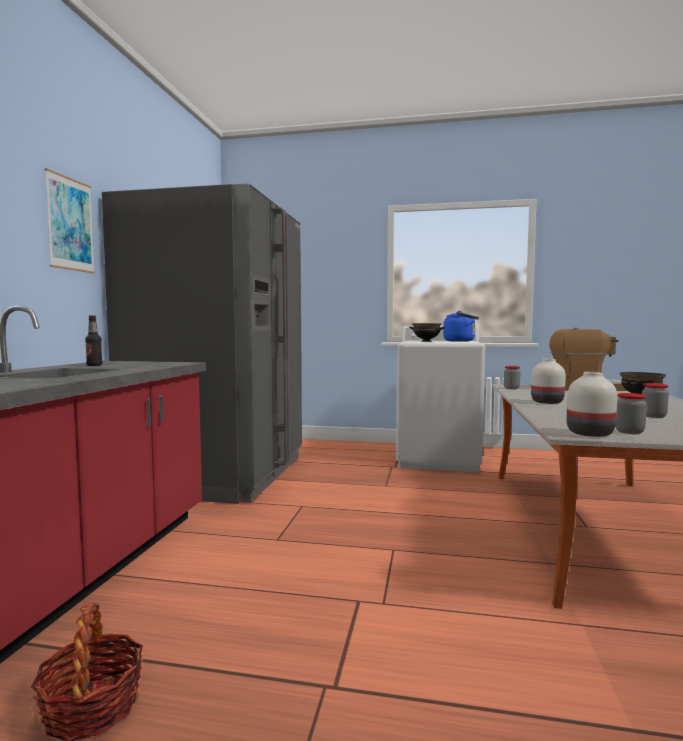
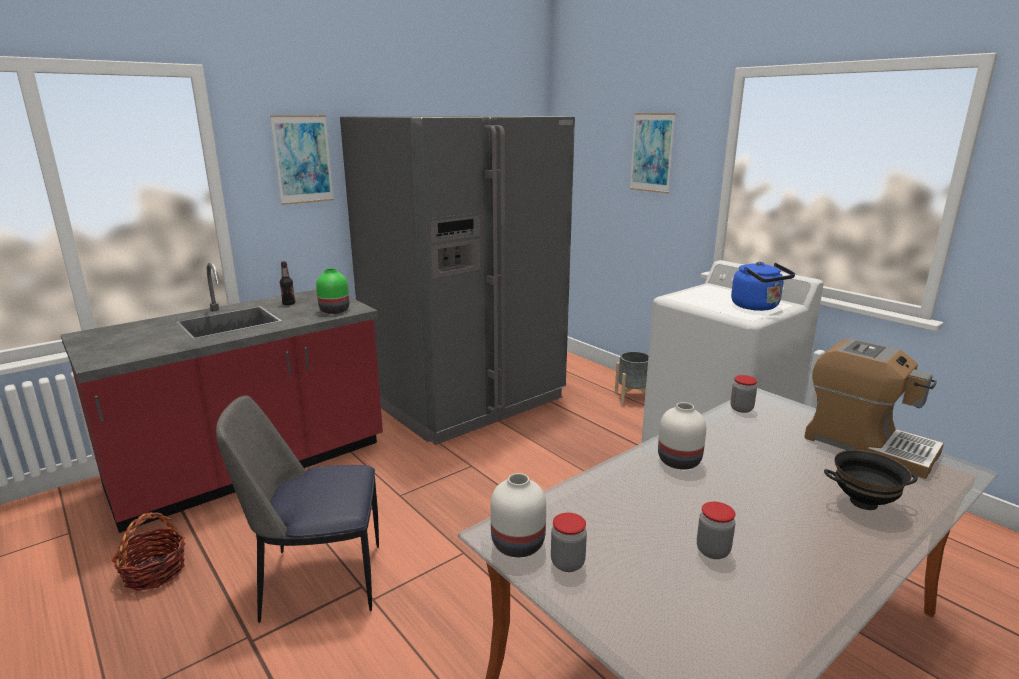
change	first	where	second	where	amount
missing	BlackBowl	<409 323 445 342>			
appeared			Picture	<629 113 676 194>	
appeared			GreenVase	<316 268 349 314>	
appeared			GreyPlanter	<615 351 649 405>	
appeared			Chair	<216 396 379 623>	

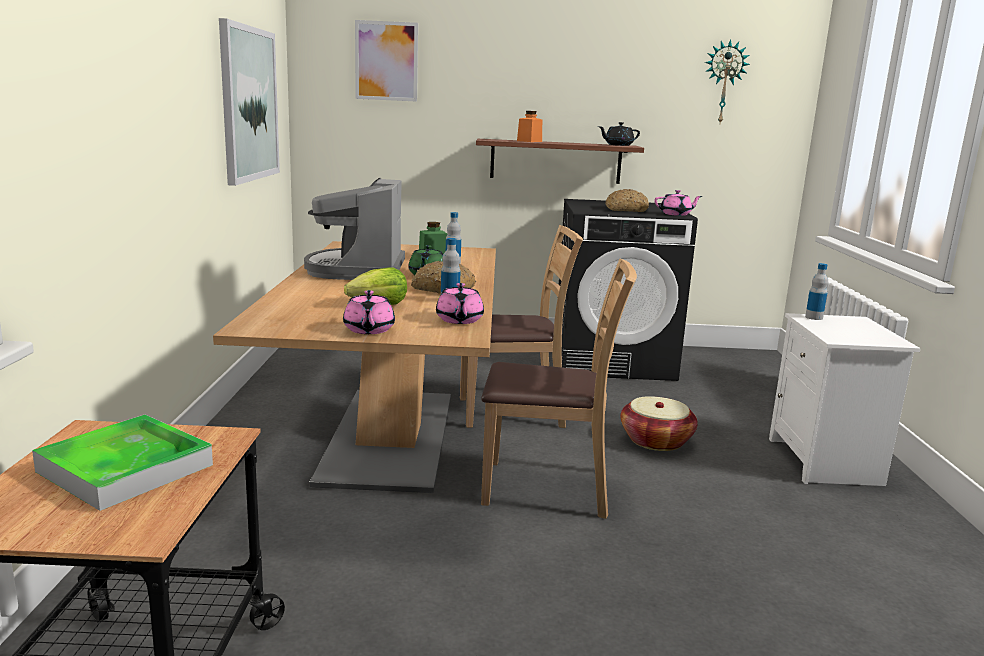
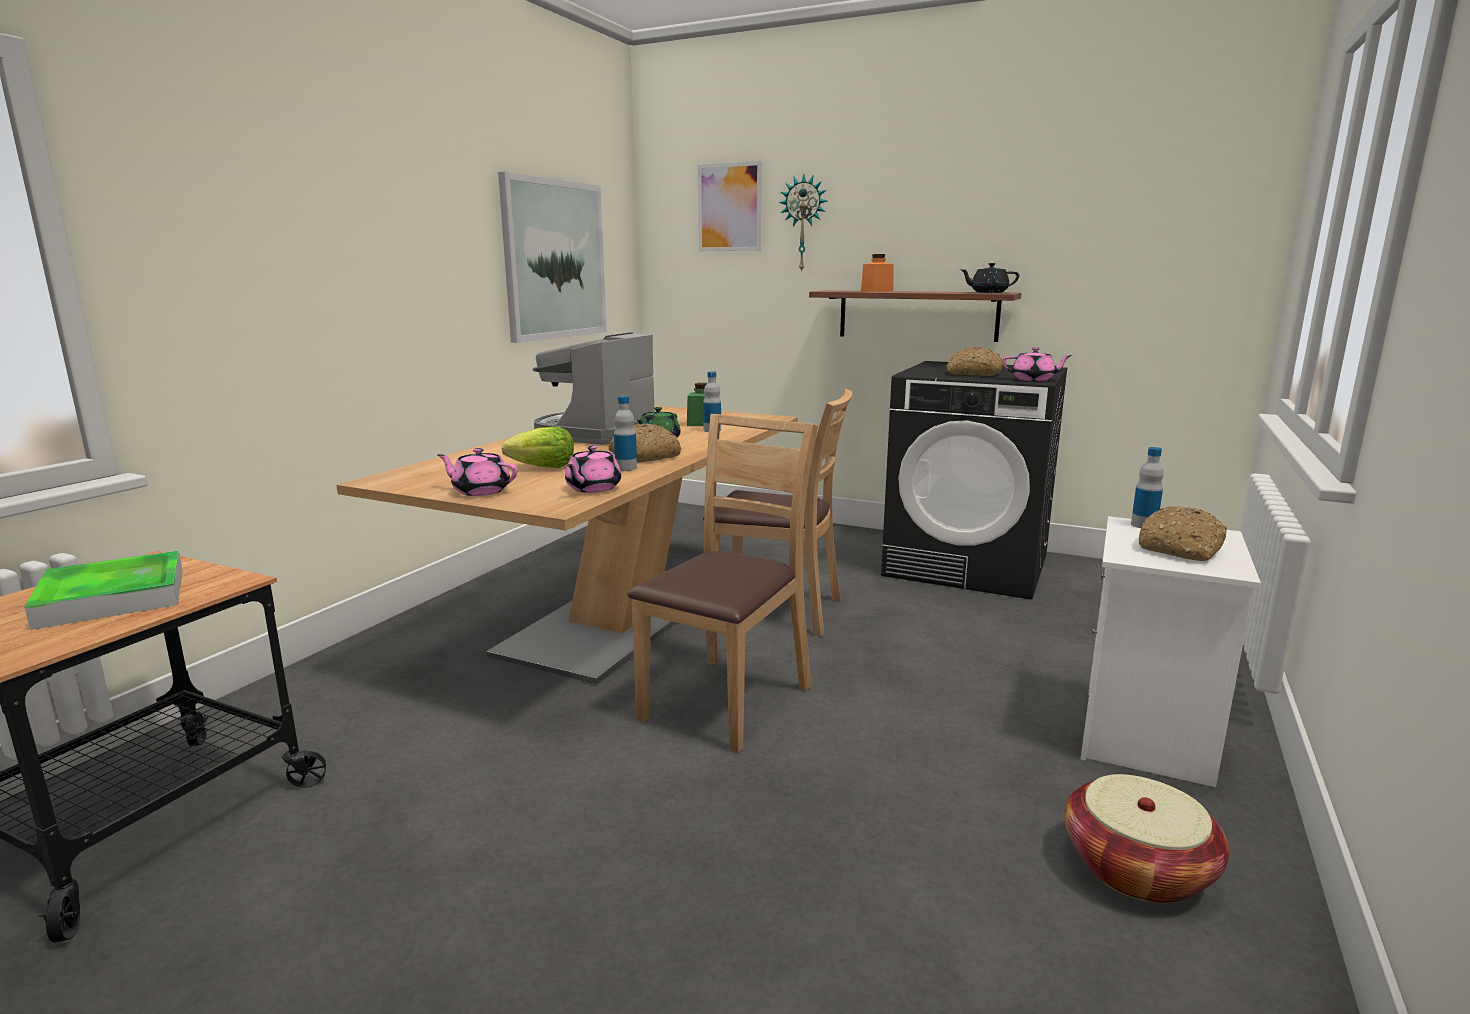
change	first	where	second	where	amount
relocated	WallClock	<705 39 750 123>		<779 174 827 273>	
spun	BrownChair	<481 259 637 519>		<628 414 818 754>	90 degrees counterclockwise
spun	PinkTeapot	<343 290 395 334>		<438 448 518 496>	90 degrees clockwise
relocated	Basket	<620 396 698 451>		<1064 774 1229 903>	
appeared			Bread	<1139 506 1227 561>	

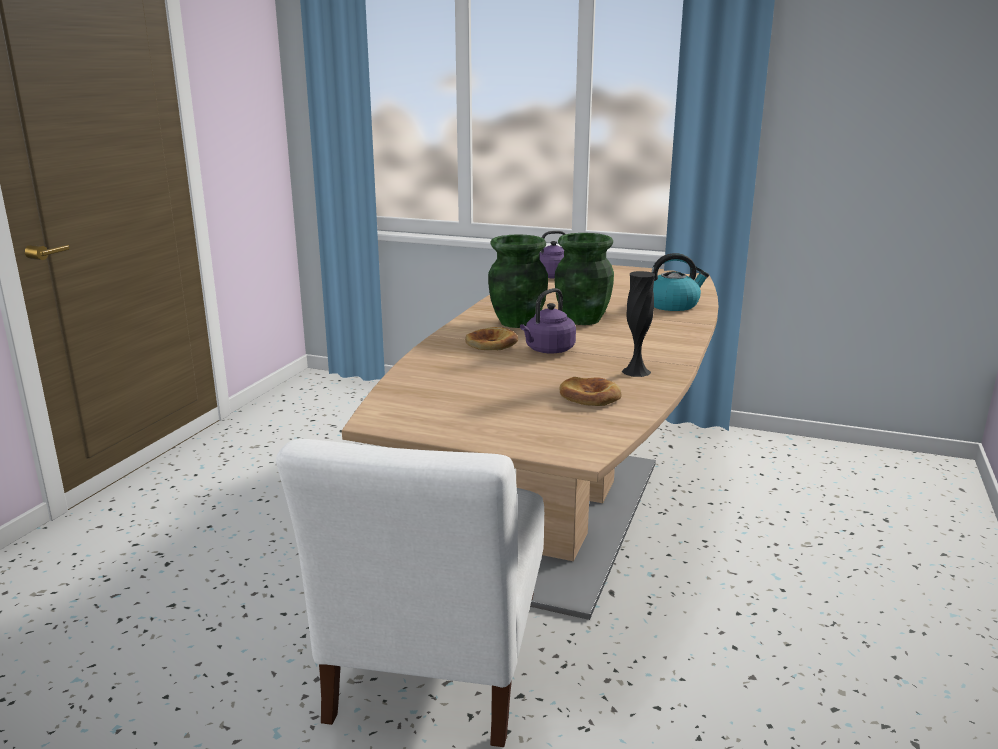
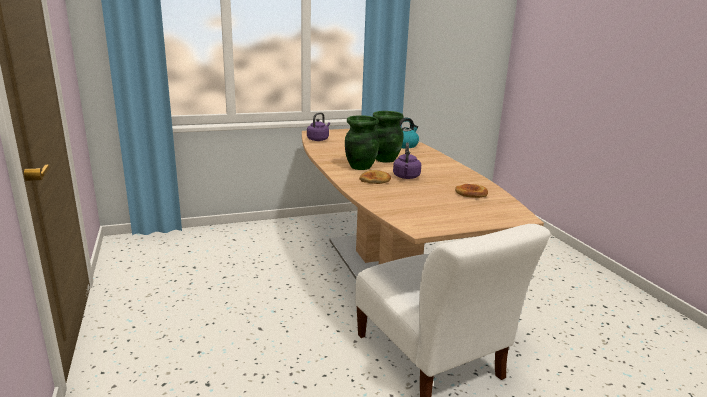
change	first	where	second	where	amount
missing	BlackVase	<622 271 655 377>			

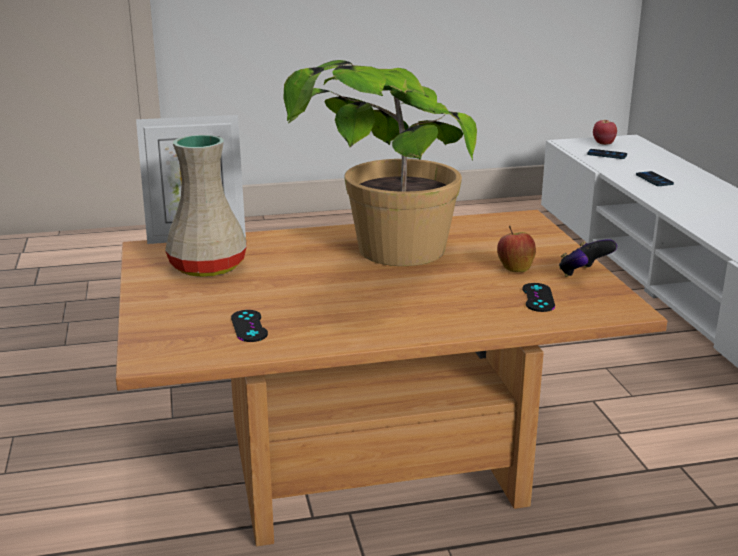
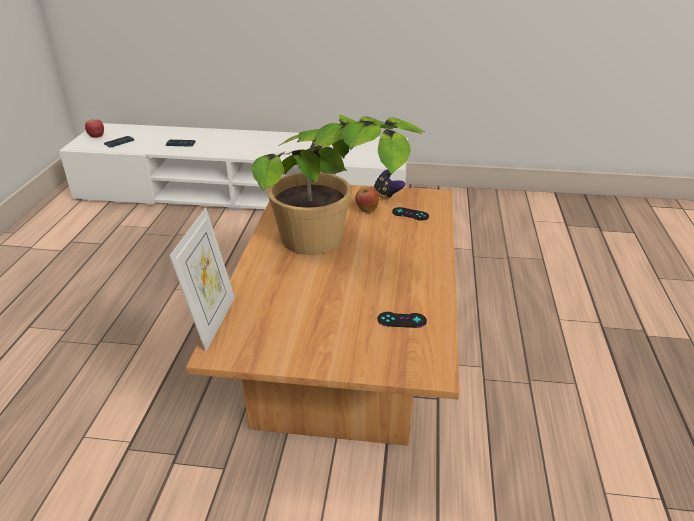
change	first	where	second	where	amount
missing	BeigeVase	<165 135 247 277>			

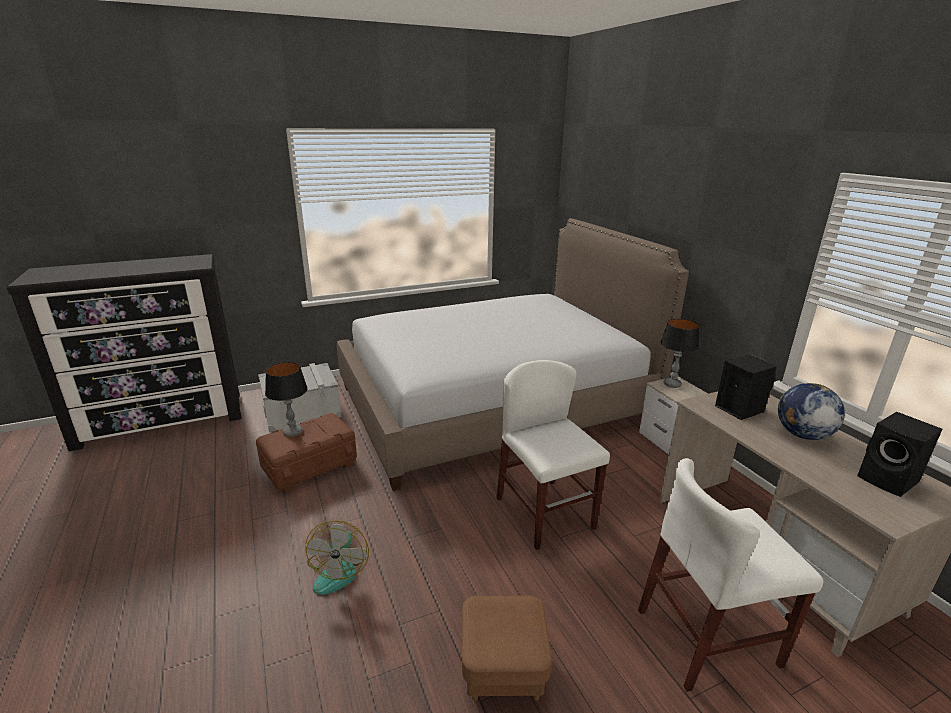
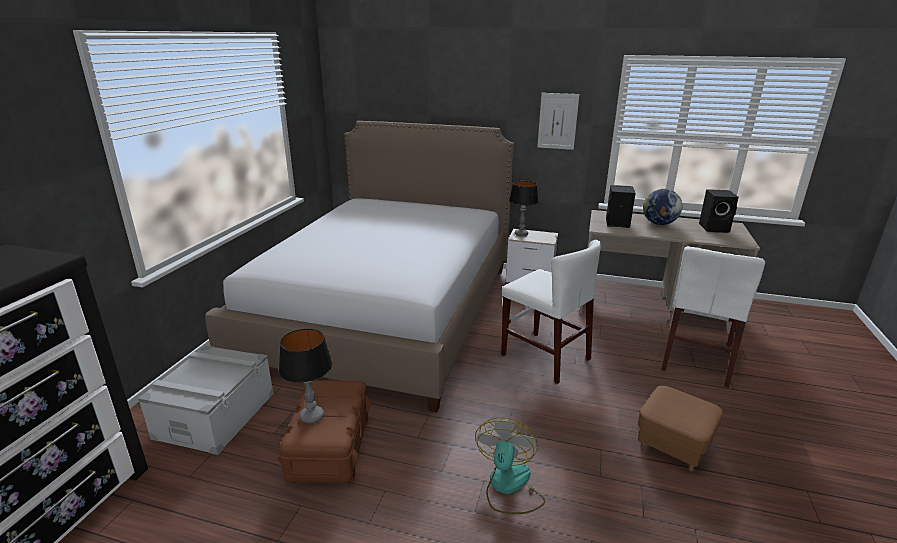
change	first	where	second	where	amount
spun	WhiteChair	<496 360 610 550>		<501 240 602 384>	150 degrees counterclockwise
spun	Fan	<305 521 369 595>		<475 417 545 514>	120 degrees counterclockwise
appeared			Picture	<537 93 579 150>	

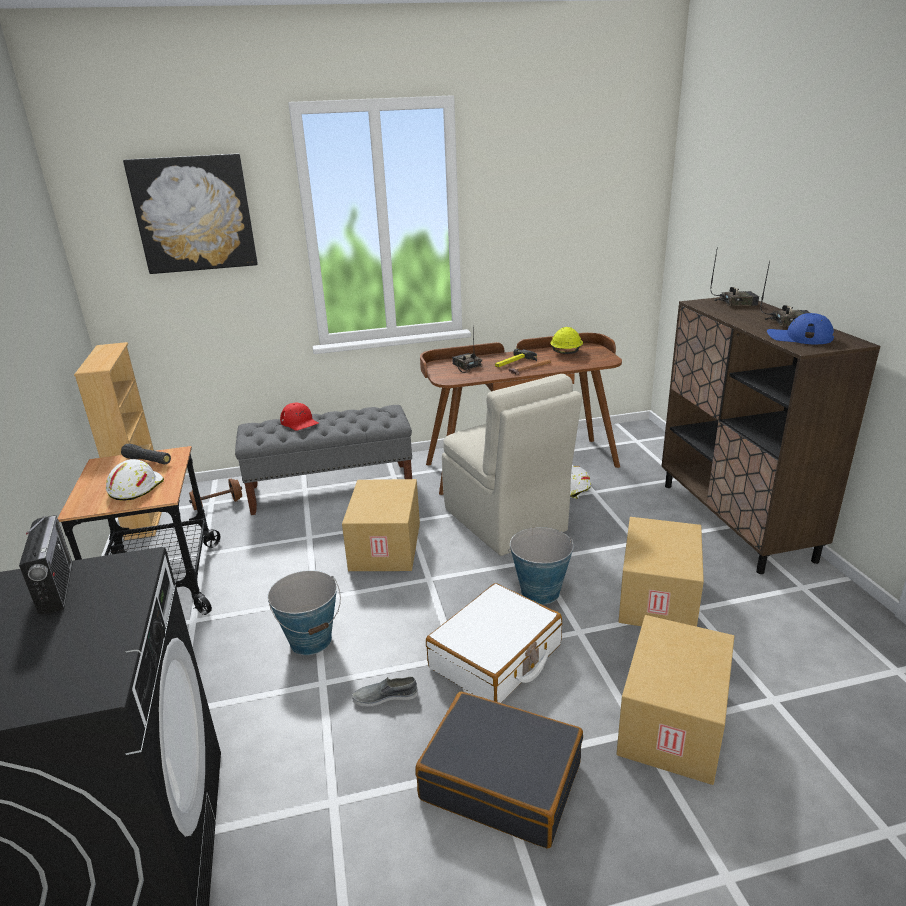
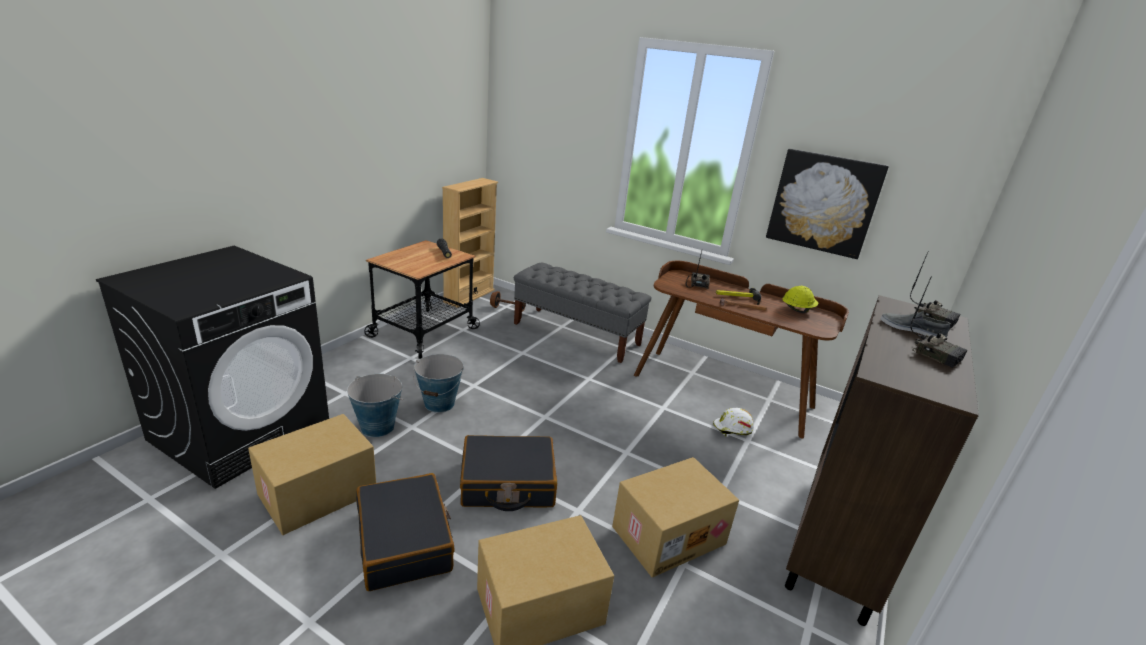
change	first	where	second	where	amount
relocated	Picture	<123 154 258 274>		<766 149 889 259>	
missing	BlueCap	<767 313 834 344>			
missing	BeigeChair	<442 374 582 556>			
missing	RedCap	<280 403 319 431>			
missing	WhiteHardHat	<106 459 164 501>			
relocated	CardboardBox	<342 479 420 571>		<248 414 376 535>	
missing	Radio	<19 515 73 614>			
relocated	Bucket	<508 527 574 605>		<347 374 404 437>	
colour	WhiteSuitcase	<426 583 562 703>	BlackSuitcase	<460 435 557 511>	
relocated	GreyShoe	<352 677 418 706>		<881 311 950 338>	

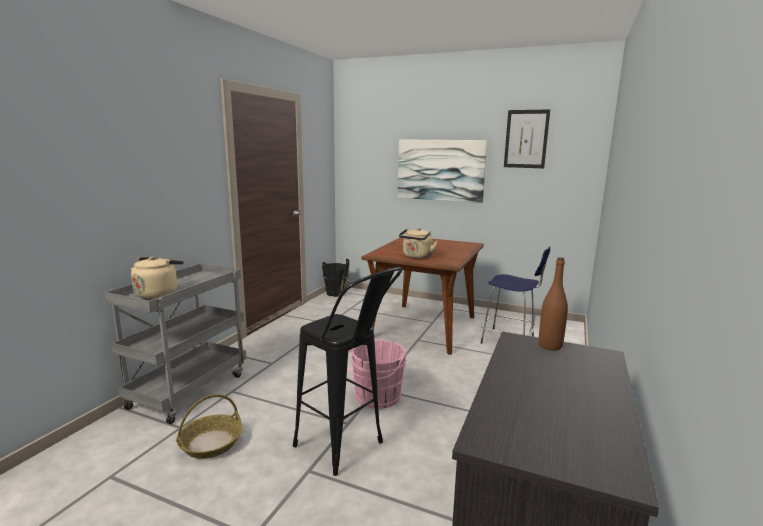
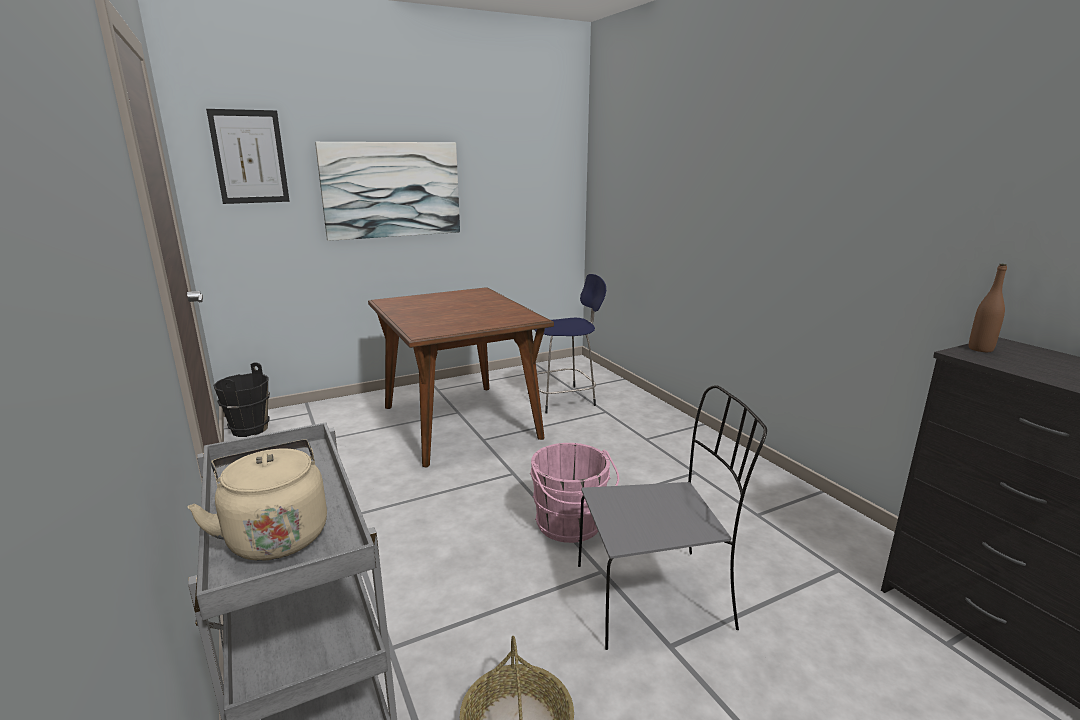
change	first	where	second	where	amount
relocated	Picture	<504 109 550 168>		<206 109 290 204>	
missing	BeigeKettle	<399 228 438 259>			
exchanged	BlackStool	<293 267 403 476>	GreyChair	<578 385 767 650>	

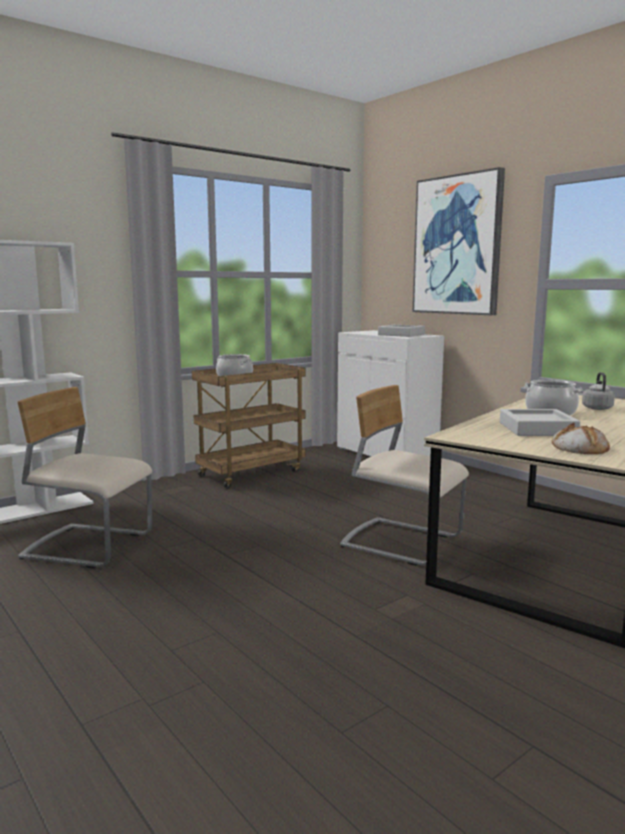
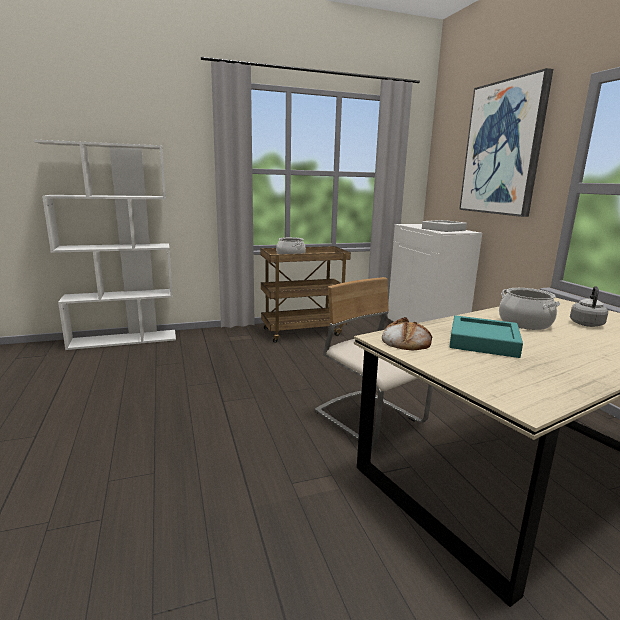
change	first	where	second	where	amount
missing	BeigeChair	<17 387 152 569>			
colour	GreyTray	<500 409 580 436>	TurquoiseTray	<449 315 523 358>	
relocated	Bread	<552 422 610 454>		<382 317 432 351>	

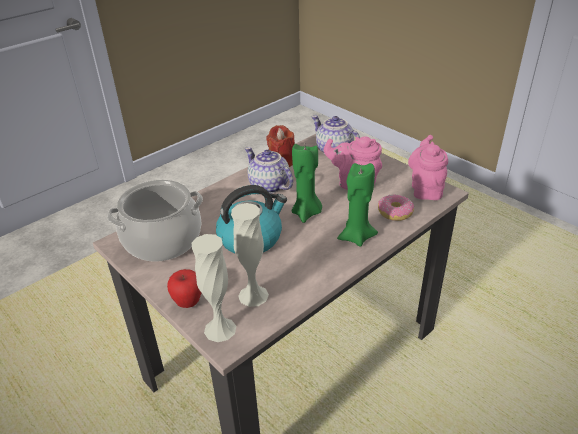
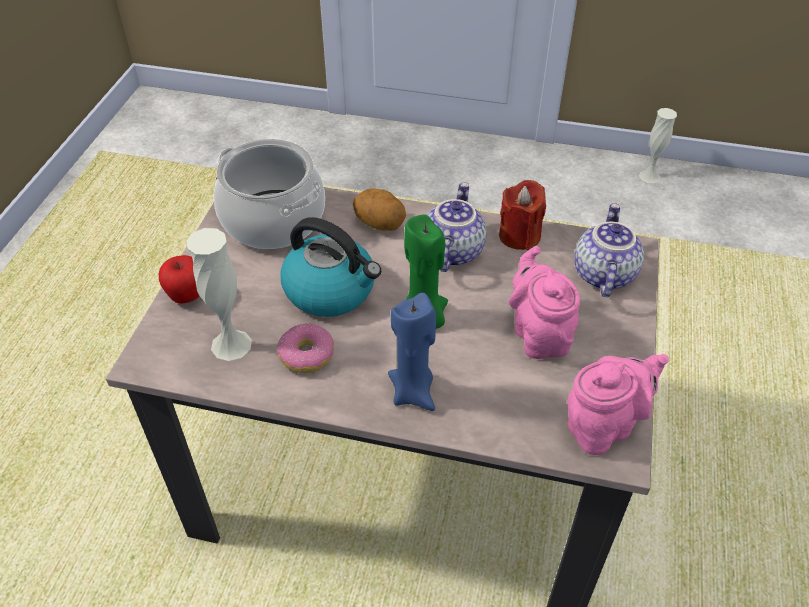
change	first	where	second	where	amount
colour	GreenCandle	<337 163 378 247>	BlueCandle	<388 293 436 411>	
relocated	Donut	<378 194 414 221>		<277 323 334 373>	
relocated	WhiteVase	<192 234 236 342>		<639 108 677 183>	
appeared			Potato	<353 188 406 231>	

